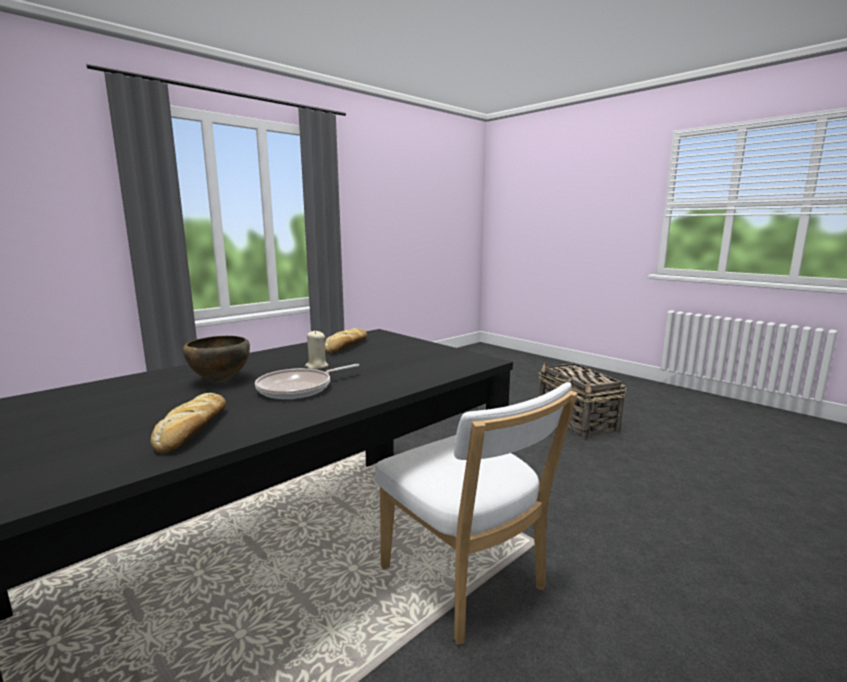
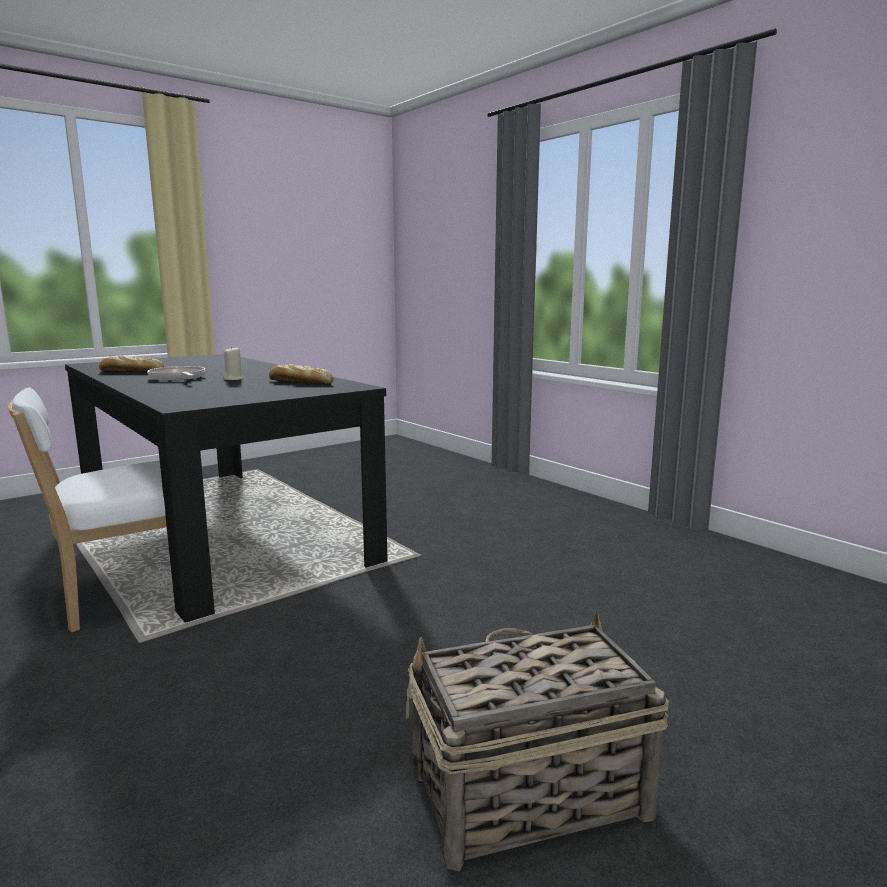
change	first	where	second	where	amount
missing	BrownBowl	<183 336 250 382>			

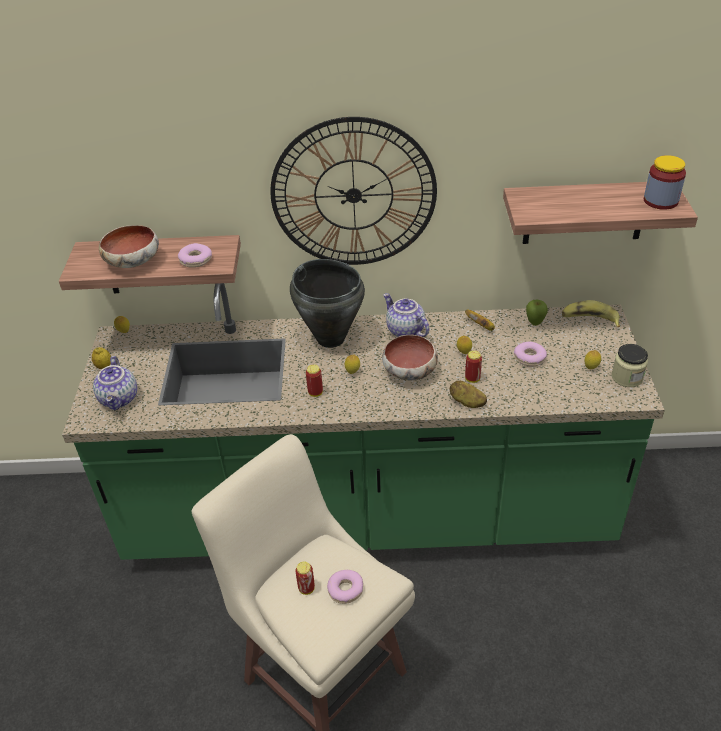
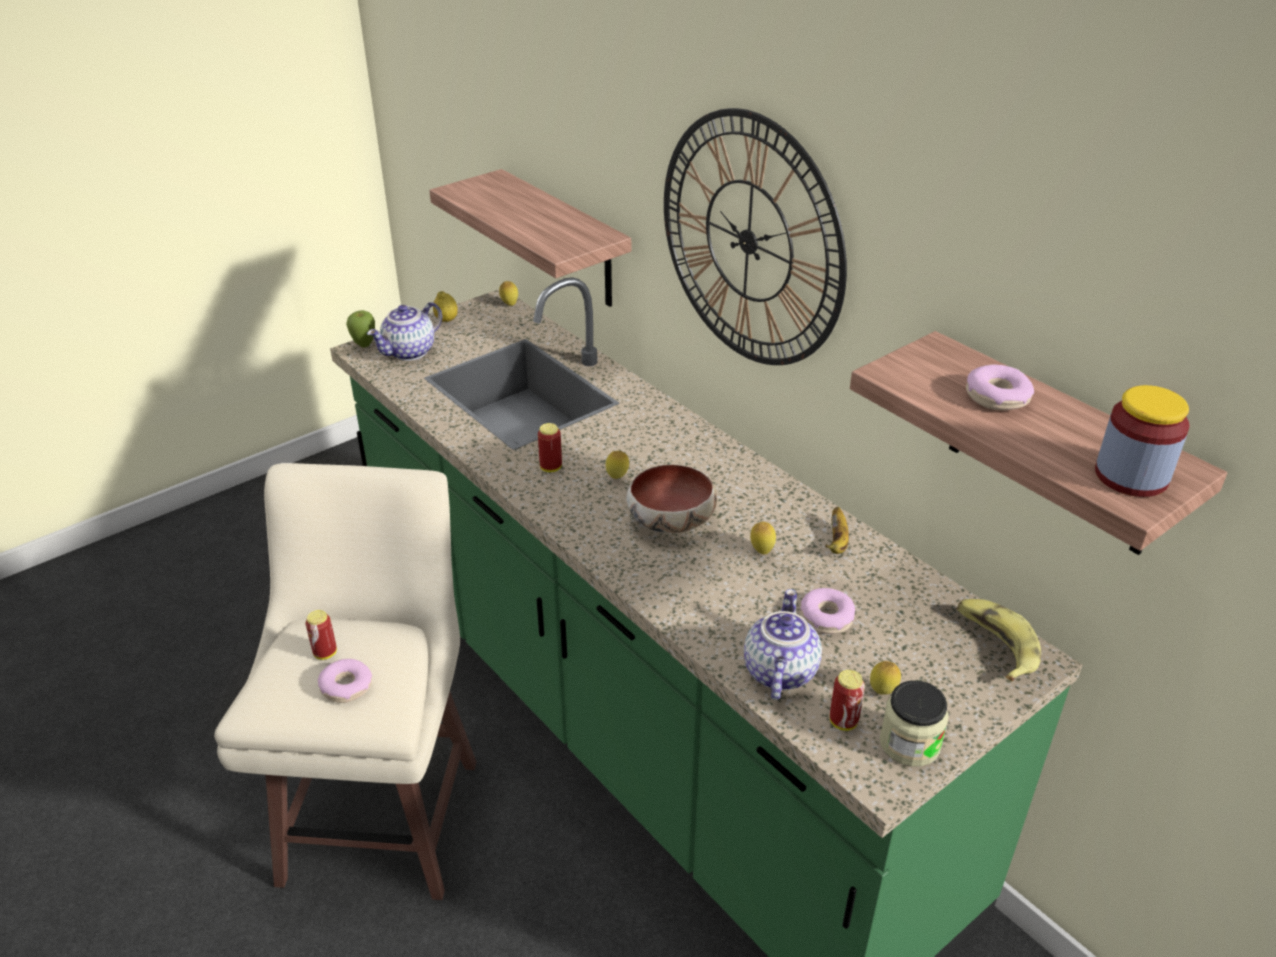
change	first	where	second	where	amount
missing	Bowl	<99 225 159 268>			
relocated	Donut	<178 243 212 268>		<966 364 1034 410>	
missing	BlackCookingPot	<290 259 365 348>			
relocated	Teapot	<383 293 429 337>		<744 589 822 700>	
relocated	Apple	<526 300 548 326>		<346 310 375 347>	
relocated	Can	<465 350 482 383>		<830 670 865 731>	
missing	Potato	<450 380 487 408>			

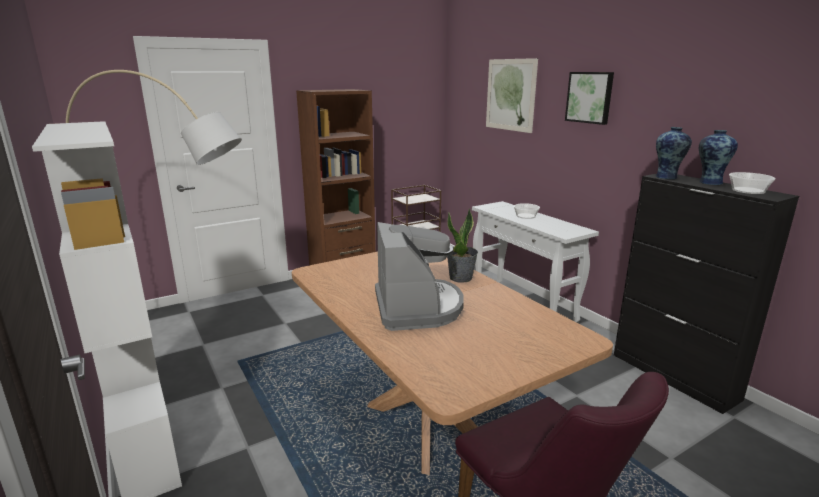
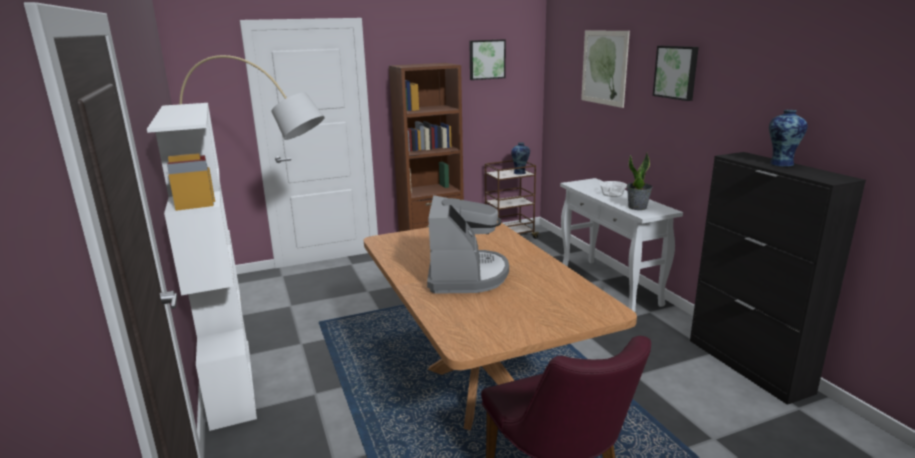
change	first	where	second	where	amount
relocated	Vase	<656 127 692 179>		<511 142 530 174>	
missing	Bowl	<729 172 776 194>			
relocated	PottedPlant	<447 208 478 283>		<627 152 653 210>	
appeared			Picture	<469 40 506 80>	

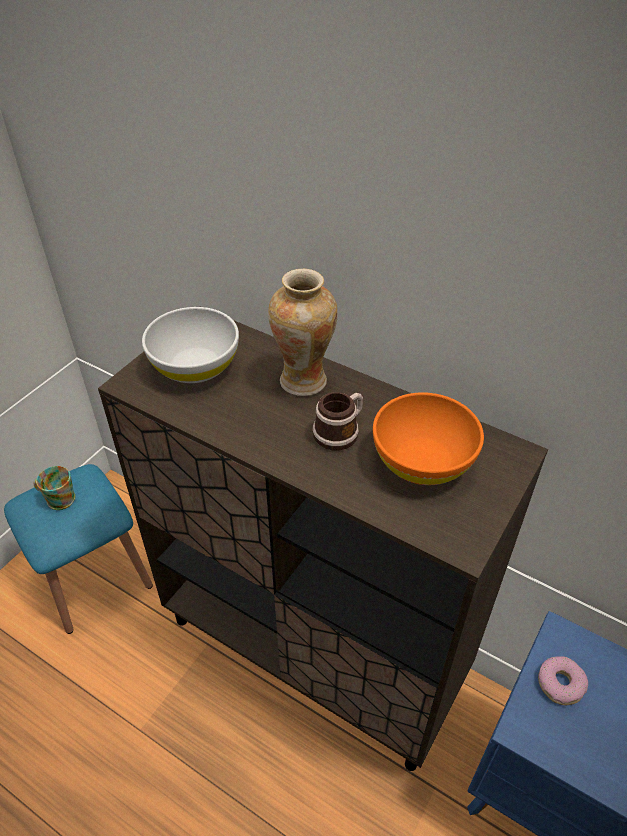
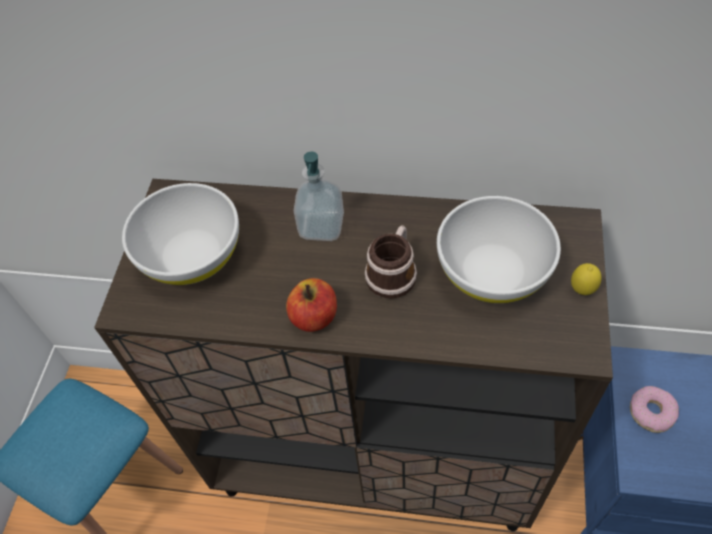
change	first	where	second	where	amount
exchanged	Vase	<268 269 338 396>	SoapDispenser	<294 152 344 241>	
colour	OrangeBowl	<373 393 484 485>	WhiteBowl	<437 196 561 303>	
missing	Mug	<34 466 75 510>			
appeared			Lemon	<571 263 601 295>	
appeared			Apple	<286 278 337 332>	

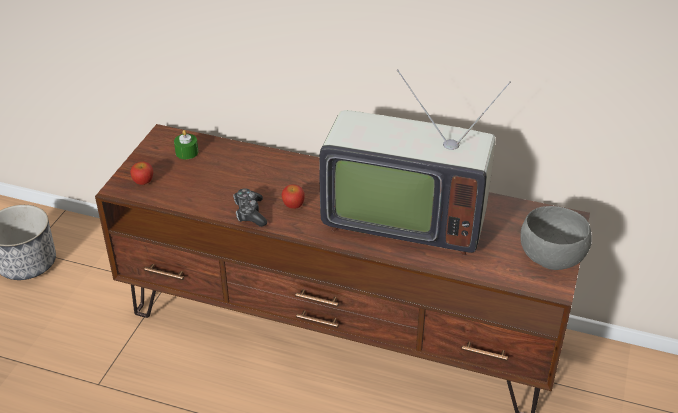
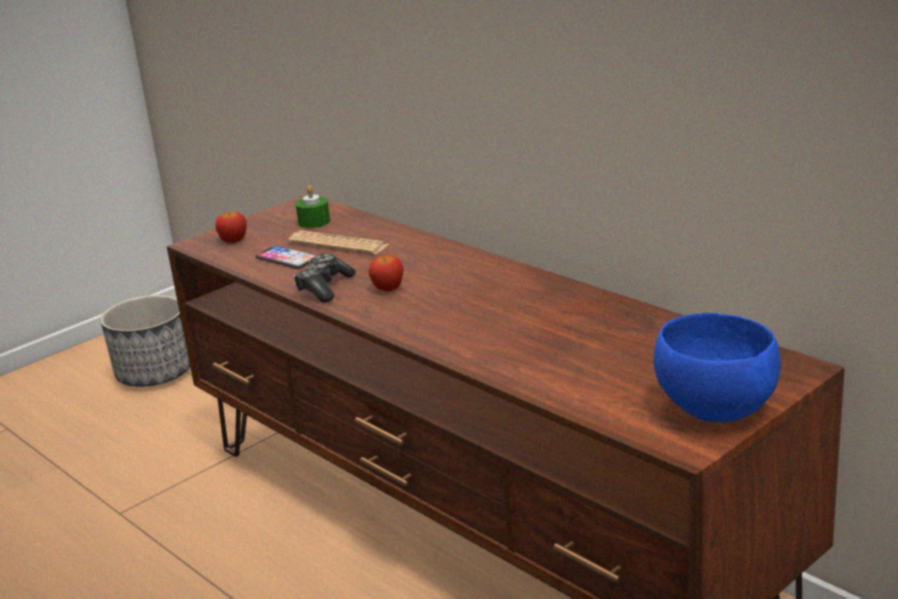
change	first	where	second	where	amount
missing	Television	<319 69 511 256>			
colour	GreyBowl	<520 206 592 270>	BlueBowl	<654 313 781 422>	
appeared			Newspaper	<288 230 389 254>	
appeared			Phone	<255 245 317 269>	

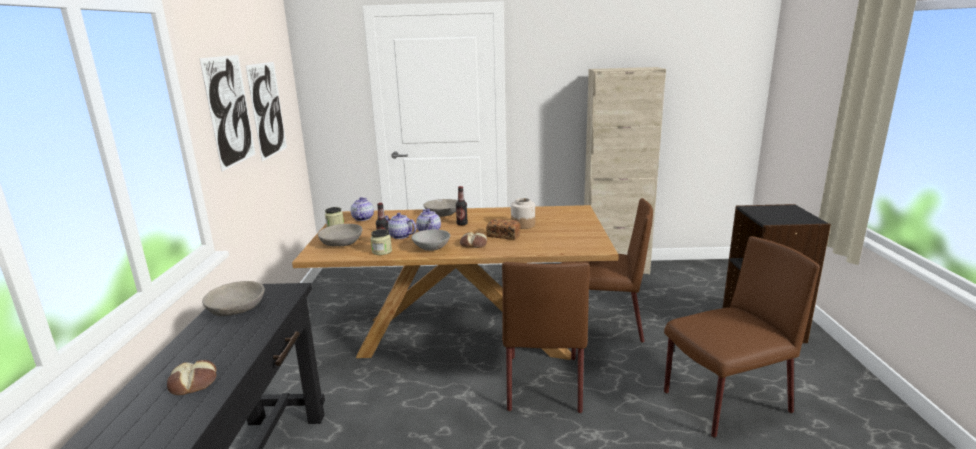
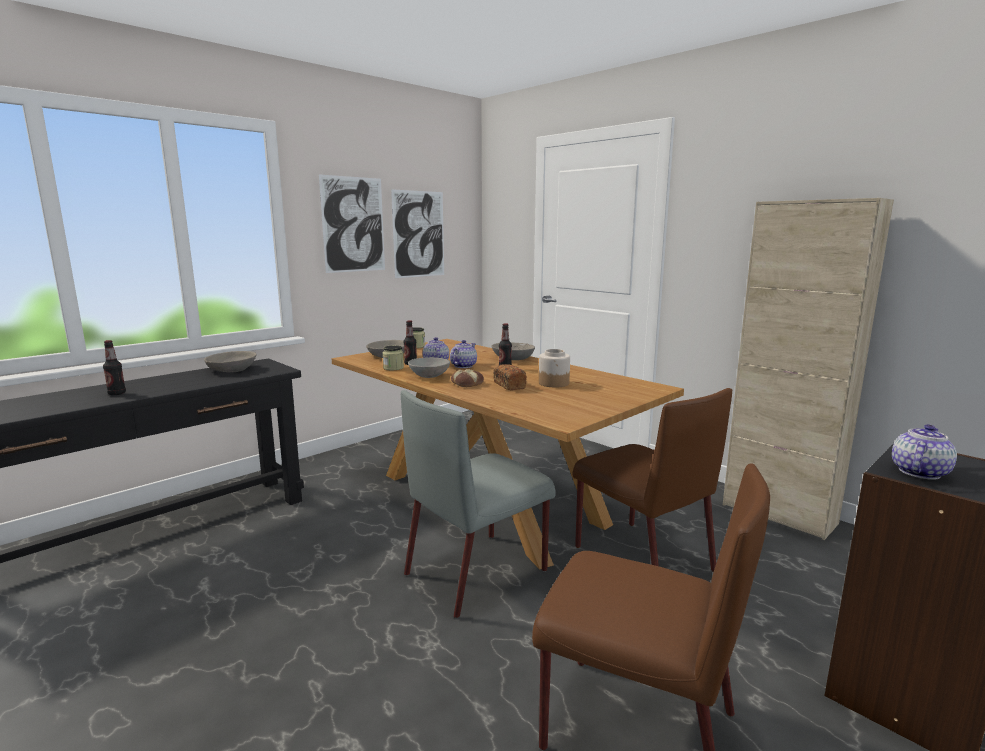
change	first	where	second	where	amount
relocated	Teapot	<351 197 374 221>		<892 424 957 480>	
colour	BrownChair	<502 262 590 413>	GreyChair	<401 390 556 618>	
exchanged	Bread	<167 360 216 395>	Bottle	<103 340 126 395>	

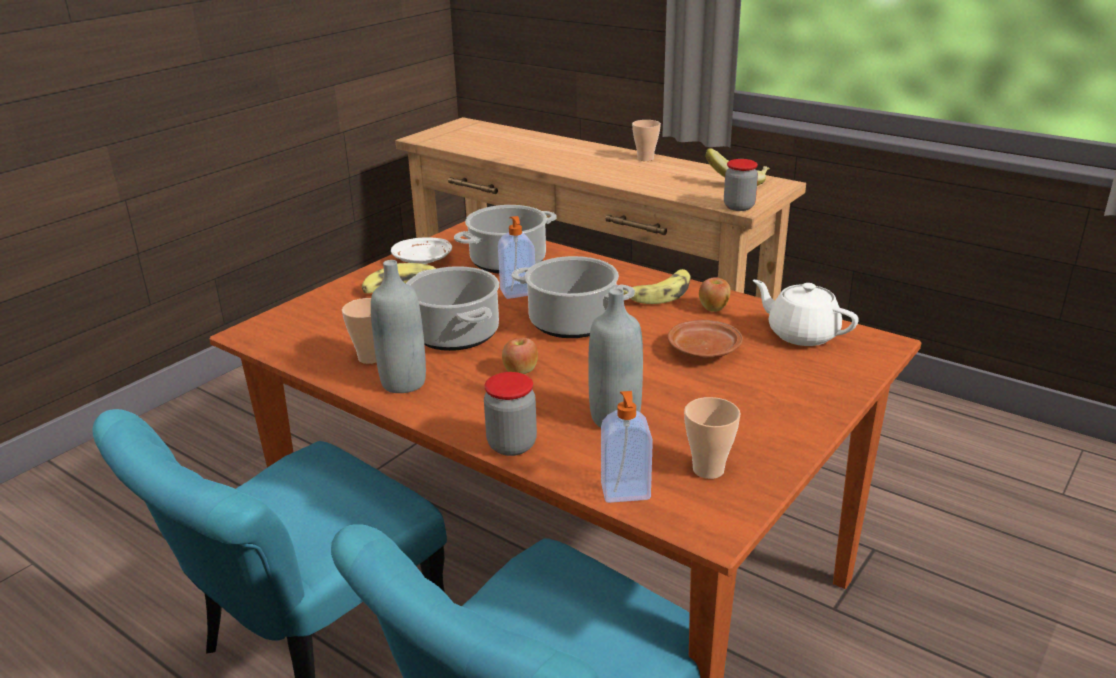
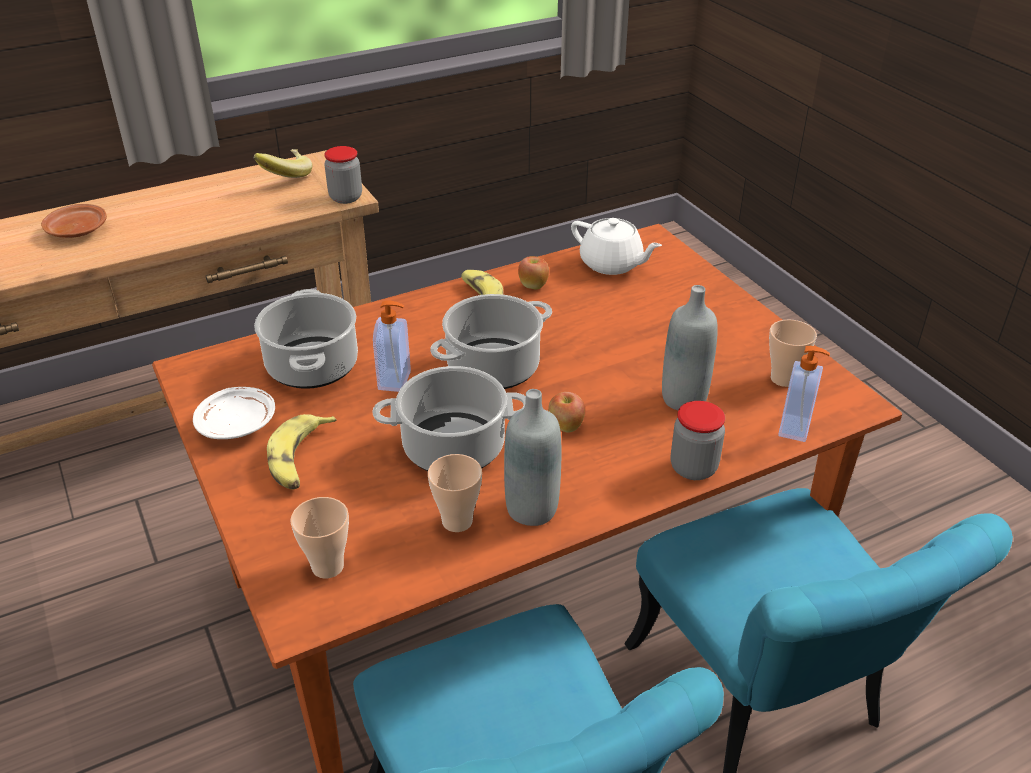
change	first	where	second	where	amount
relocated	Cup	<632 120 661 161>		<290 497 349 579>	
spun	WhiteTeapot	<753 280 859 346>		<571 218 662 275>	120 degrees counterclockwise
relocated	BrownPlate	<668 320 743 358>		<41 204 107 238>	

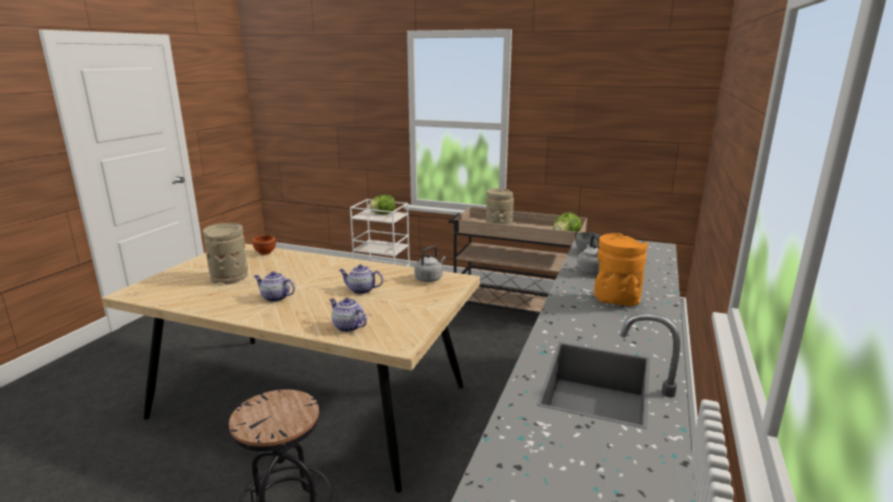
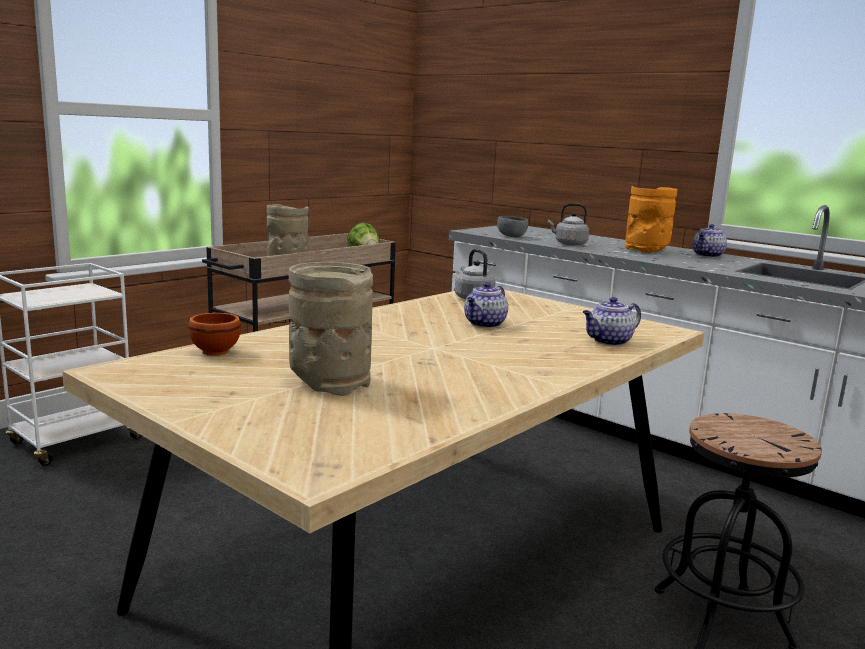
change	first	where	second	where	amount
missing	Lettuce	<368 195 395 214>			
relocated	Teapot	<254 271 295 302>		<692 224 727 257>	

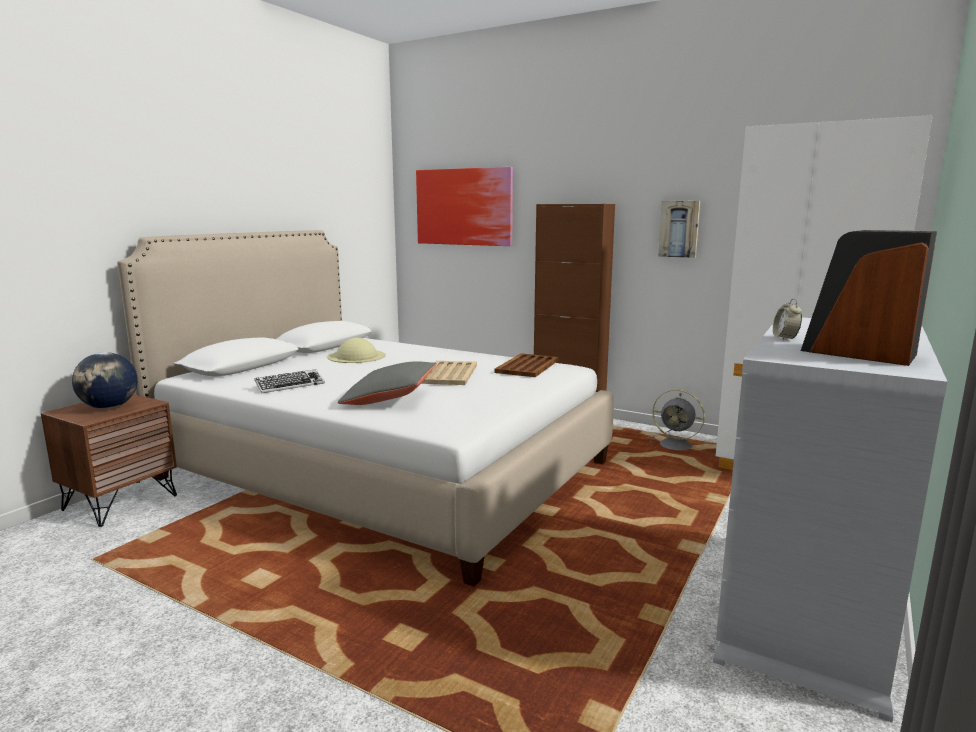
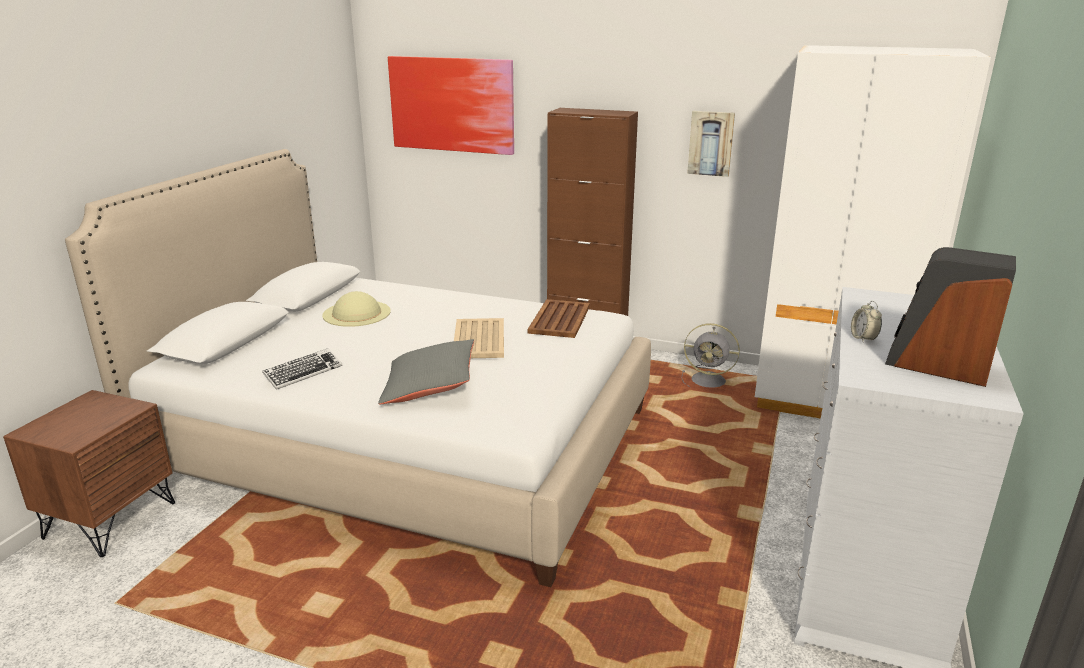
change	first	where	second	where	amount
missing	Globe	<72 352 138 409>			

